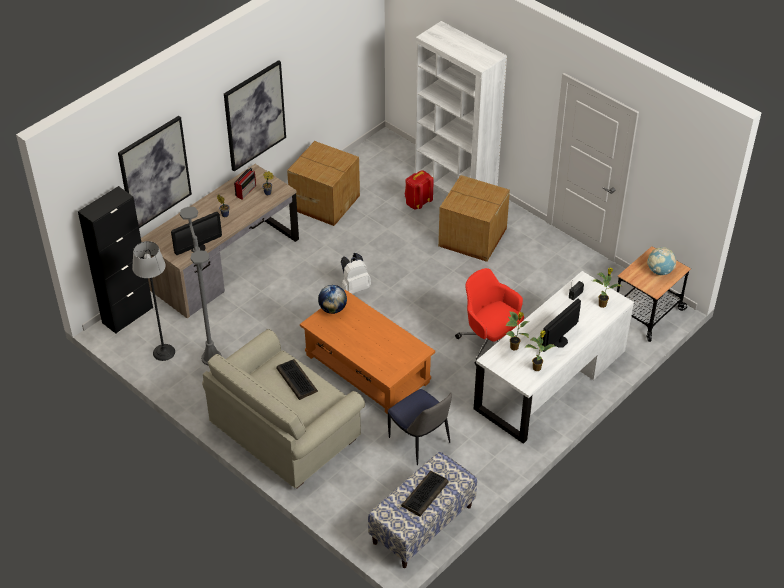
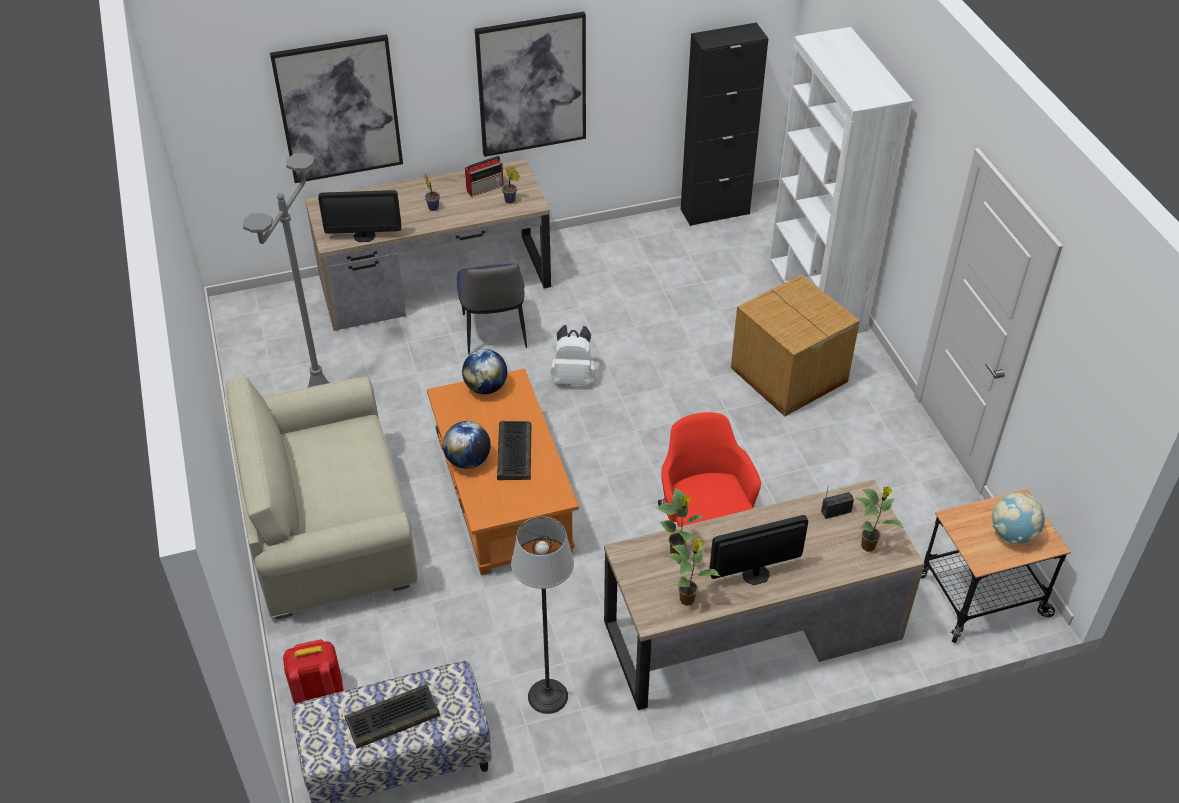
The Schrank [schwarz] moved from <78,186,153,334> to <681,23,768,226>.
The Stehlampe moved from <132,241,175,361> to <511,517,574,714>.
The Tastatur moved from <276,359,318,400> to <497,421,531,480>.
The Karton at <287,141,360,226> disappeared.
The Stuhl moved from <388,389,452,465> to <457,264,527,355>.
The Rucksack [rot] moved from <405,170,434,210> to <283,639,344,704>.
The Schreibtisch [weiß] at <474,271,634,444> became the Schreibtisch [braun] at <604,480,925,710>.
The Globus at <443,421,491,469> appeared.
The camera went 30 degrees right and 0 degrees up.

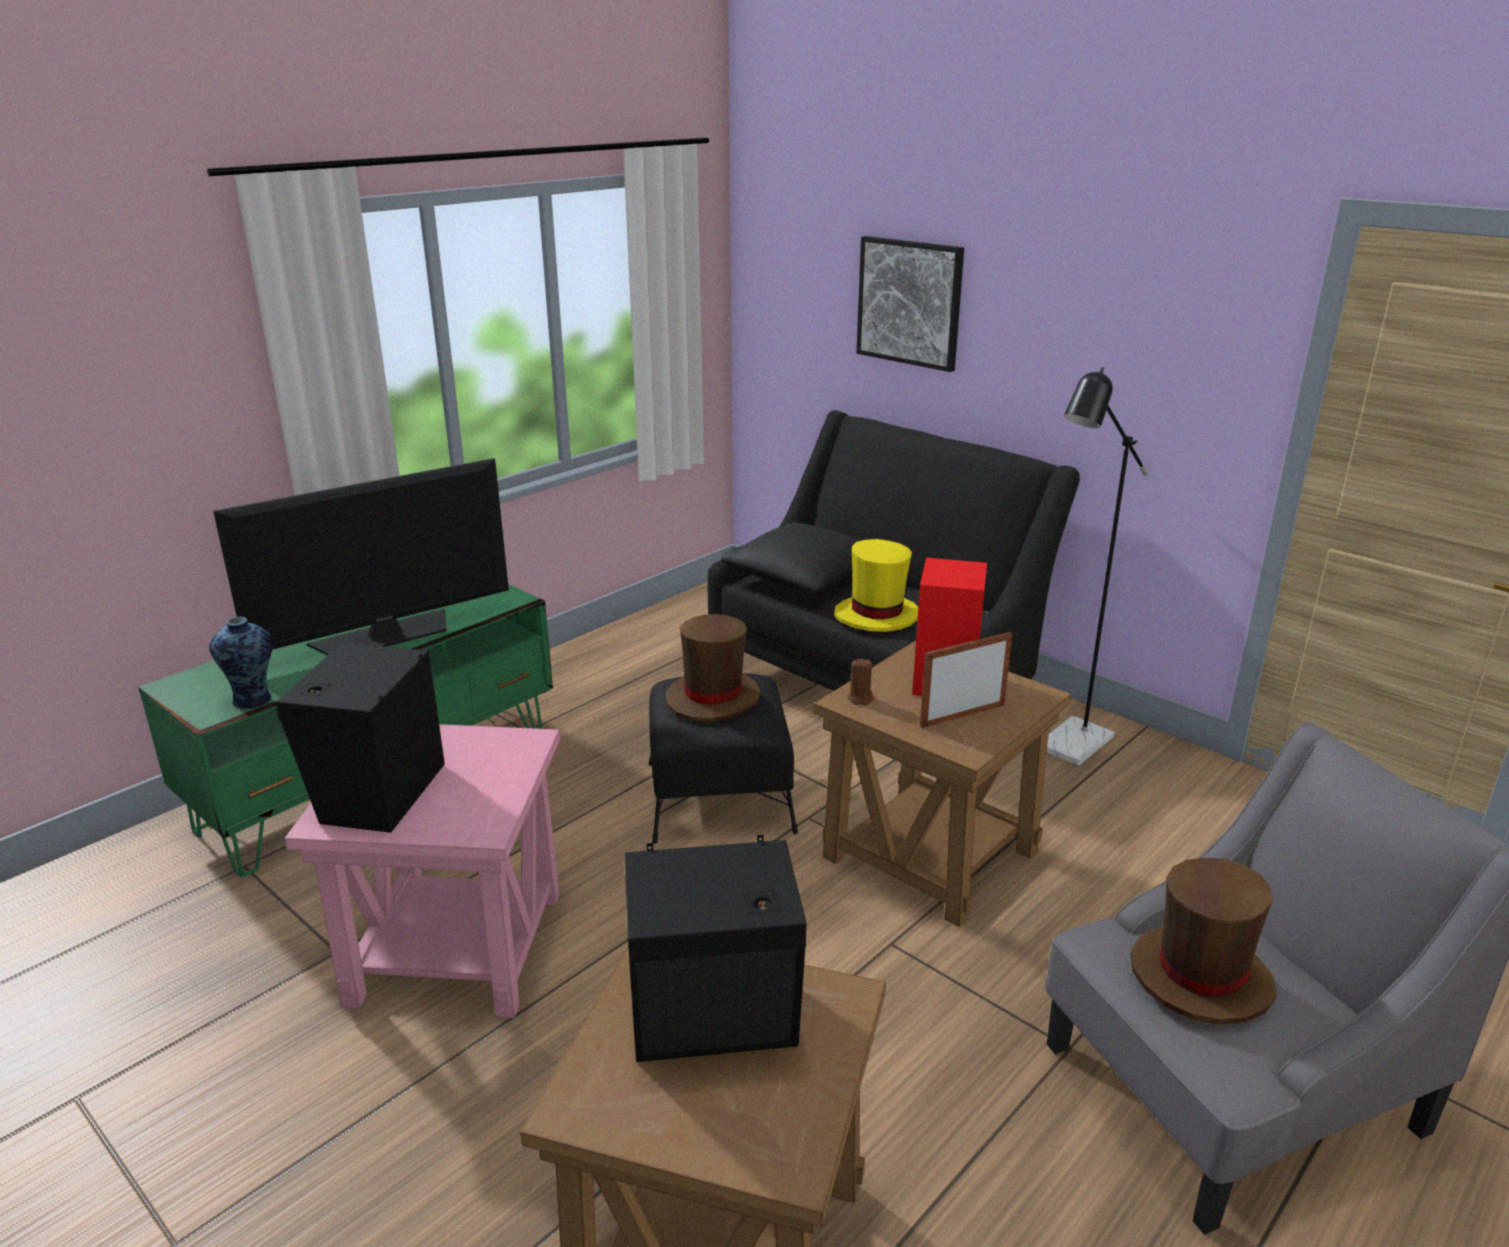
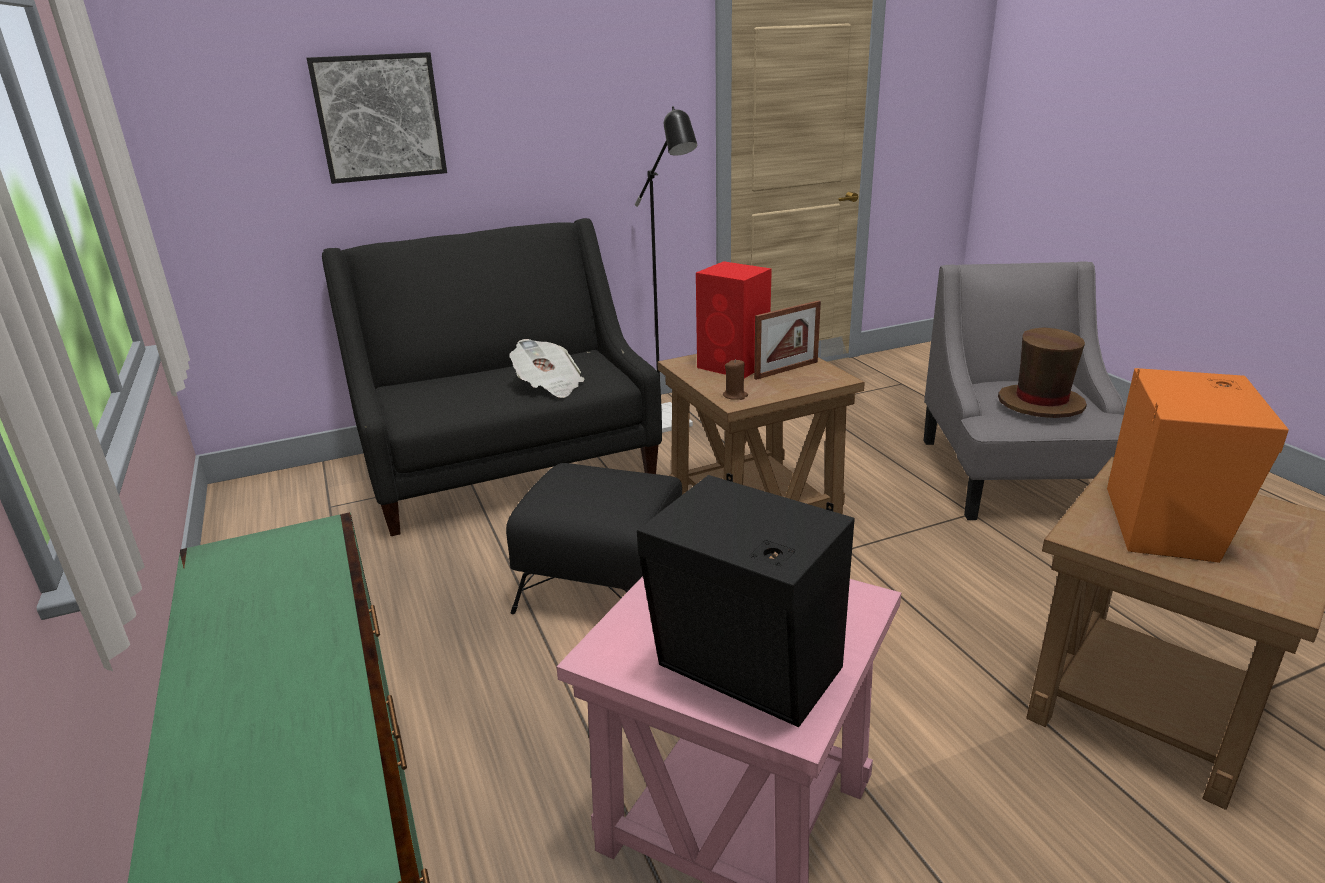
The Vase at <209,617,273,709> disappeared.
The Fernseher at <213,458,509,655> disappeared.
The Lautsprecher [schwarz] at <625,834,807,1062> became the Lautsprecher [orange] at <1107,368,1289,563>.
The Hut [braun] at <666,614,760,723> disappeared.
The Kissen [schwarz] at <721,522,862,593> disappeared.
The Hut [gelb] at <834,539,918,632> was replaced by the Zeitung at <509,339,585,398>.
The Bilderrahmen at <920,632,1012,728> turned 120 degrees counterclockwise.
The camera went 65 degrees left and 0 degrees up.

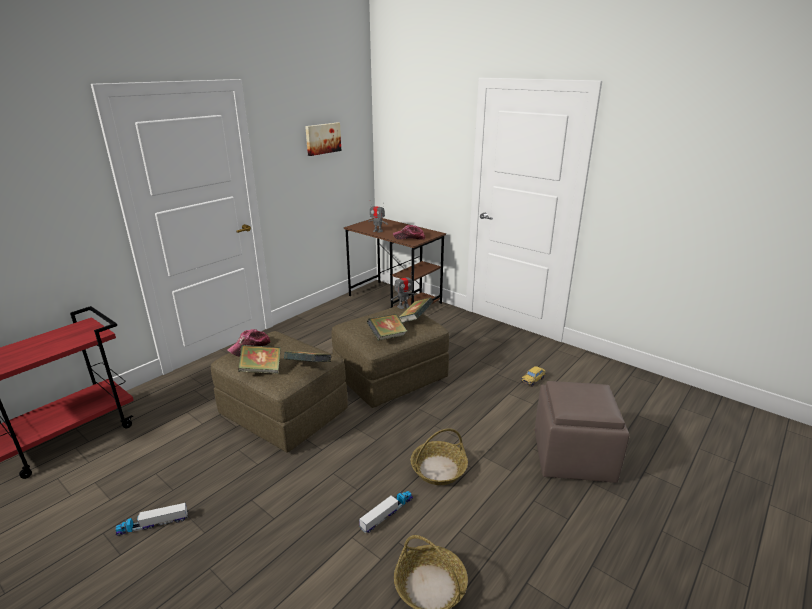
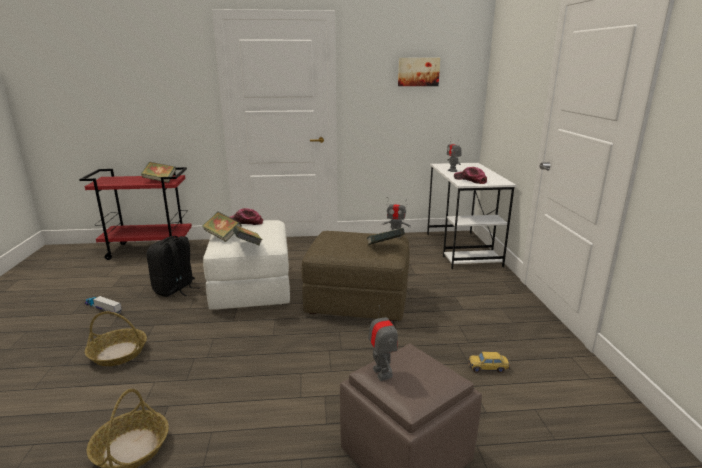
The Polsterhocker [braun] at <211,331,348,453> became the Polsterhocker [weiß] at <203,220,290,310>.
The Schreibtisch [braun] at <344,218,446,308> became the Schreibtisch [weiß] at <427,163,517,269>.
The Spielzeuglaster at <359,491,413,534> disappeared.
The Buch moved from <367,314,407,341> to <141,162,176,183>.
The Korb moved from <411,428,468,485> to <85,311,147,366>.
The Rucksack [schwarz] at <147,236,200,297> appeared.
The Spielzeugroboter at <368,305,398,381> appeared.
The camera went 45 degrees right and 5 degrees down.

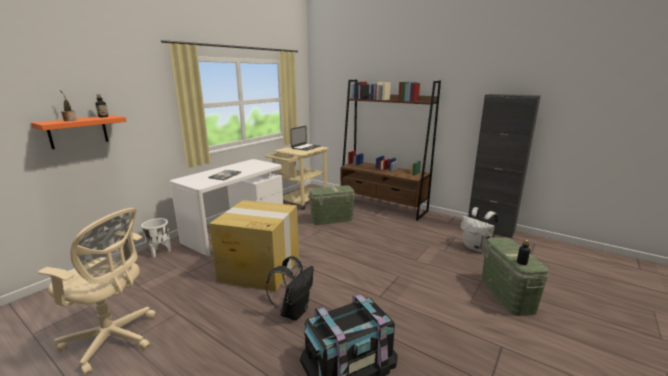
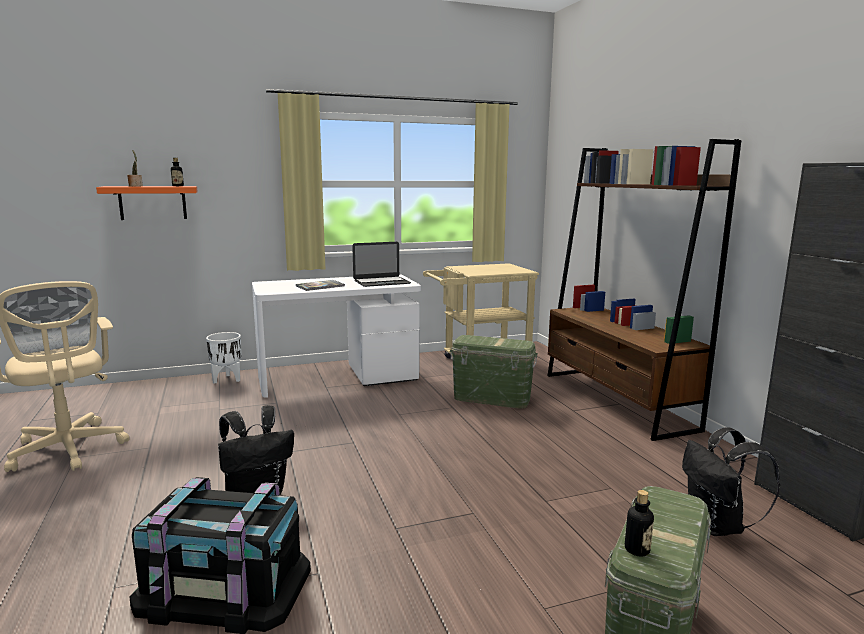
The Karton at <209,200,299,291> disappeared.
The Laptop moved from <290,126,321,151> to <352,242,411,287>.
The Rucksack [weiß] at <460,207,499,252> became the Rucksack [schwarz] at <682,427,780,536>.
The camera went 35 degrees right and 5 degrees down.

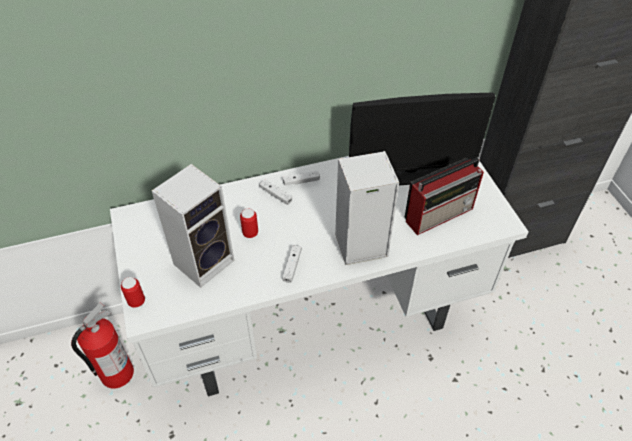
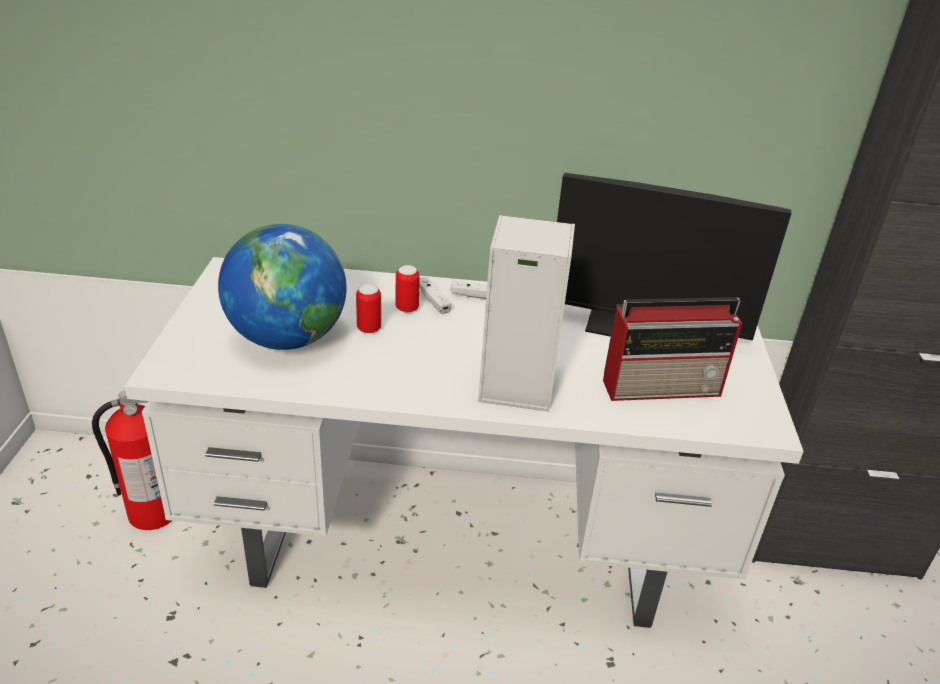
The Dose moved from <121,277,145,308> to <396,265,420,313>.
The Lautsprecher at <151,164,234,288> was replaced by the Globus at <218,224,346,350>.
The Gamepad [weiß] at <282,245,302,283> disappeared.
The camera went 20 degrees right and 15 degrees down.

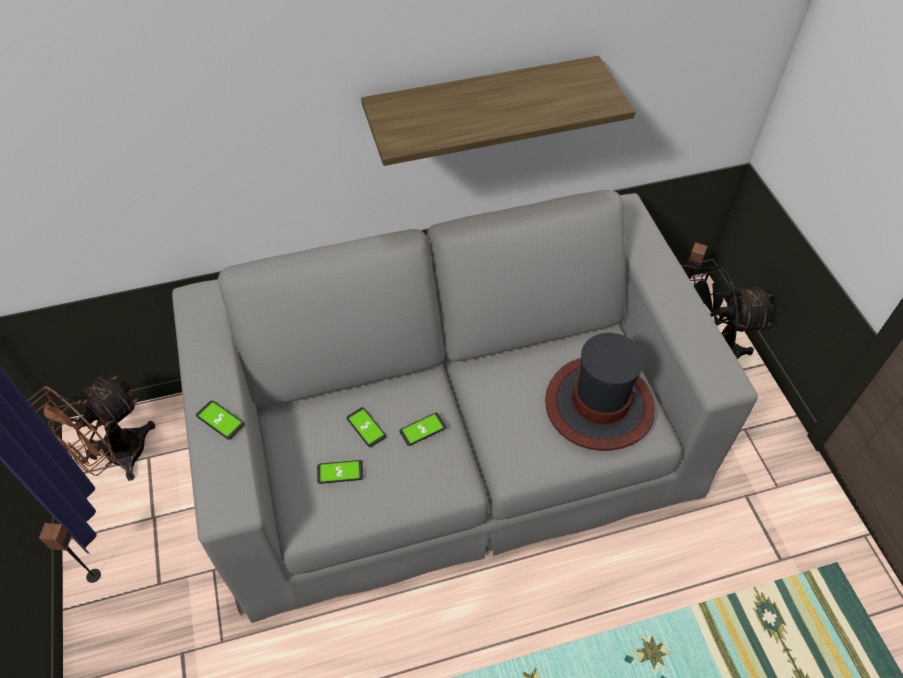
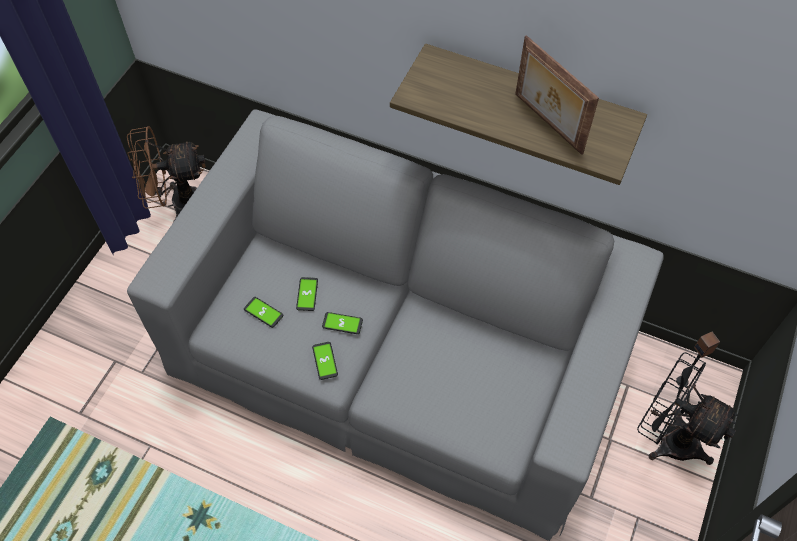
The Lautsprecher at <39,523,101,583> disappeared.
The Handy moved from <196,400,245,440> to <312,342,338,380>.
The Hut at <545,333,655,451> disappeared.
The Bilderrahmen at <515,35,599,155> appeared.
The camera went 40 degrees right and 5 degrees up.

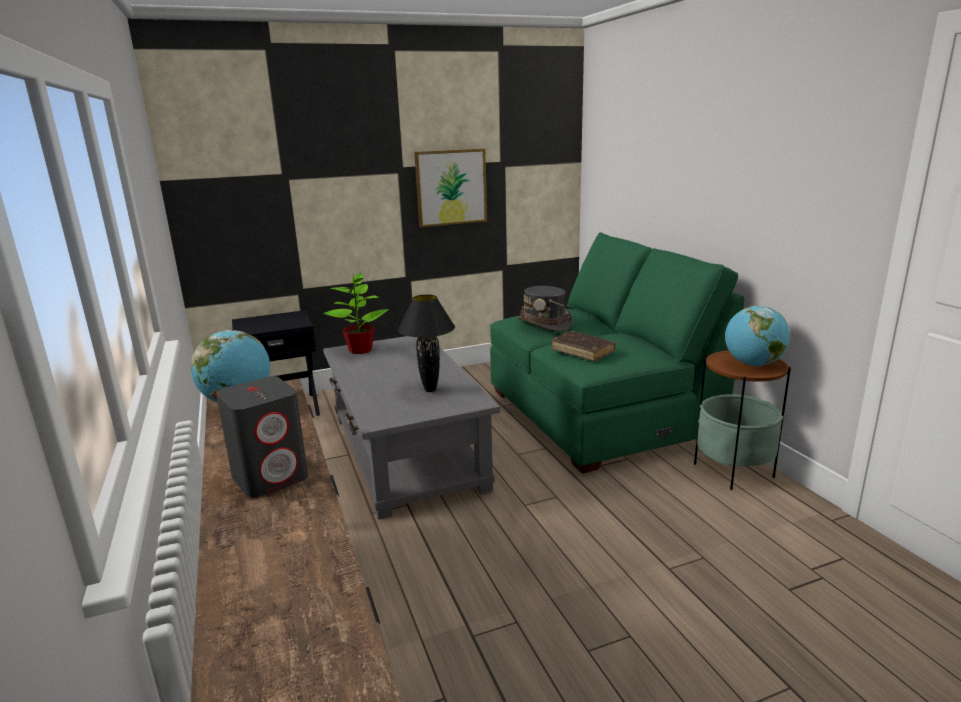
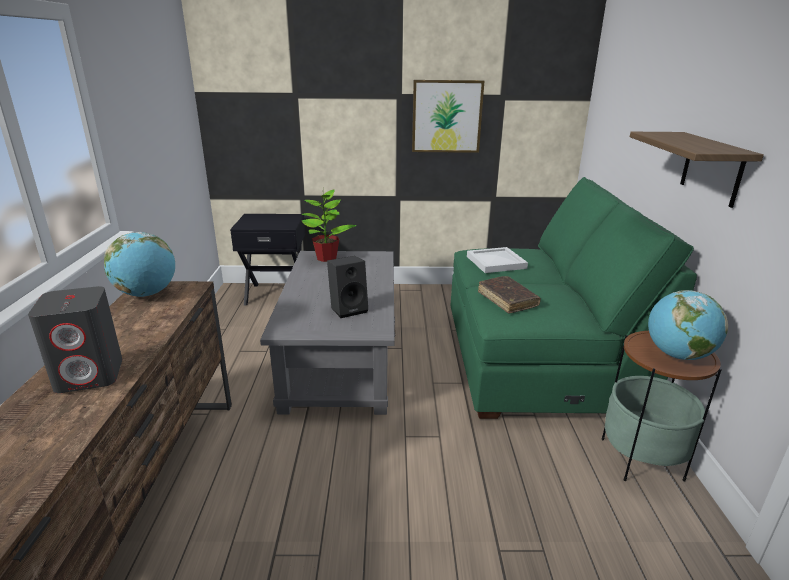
The Tischlampe [schwarz] at <398,295,455,392> was replaced by the Lautsprecher [schwarz] at <327,256,368,318>.
The Hut [grau] at <517,286,573,332> was replaced by the Tablett [weiß] at <467,247,528,273>.
The Wandregal at <630,132,764,208> appeared.
The camera went 20 degrees right and 5 degrees up.

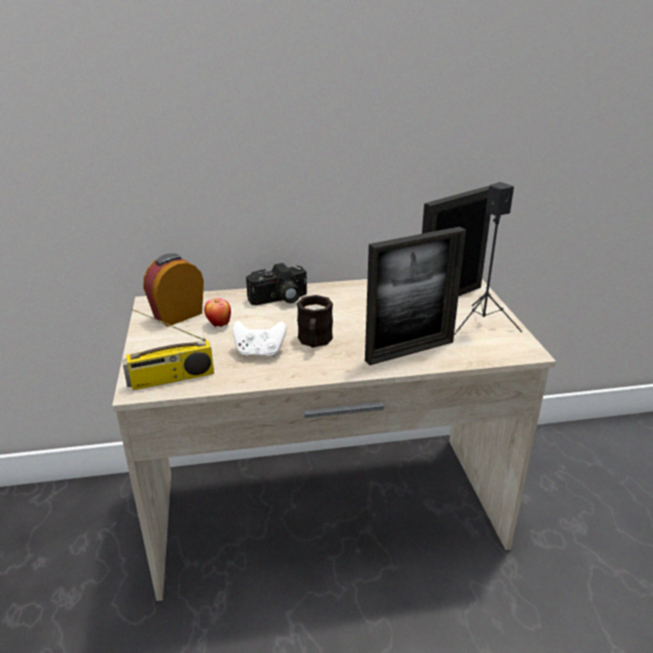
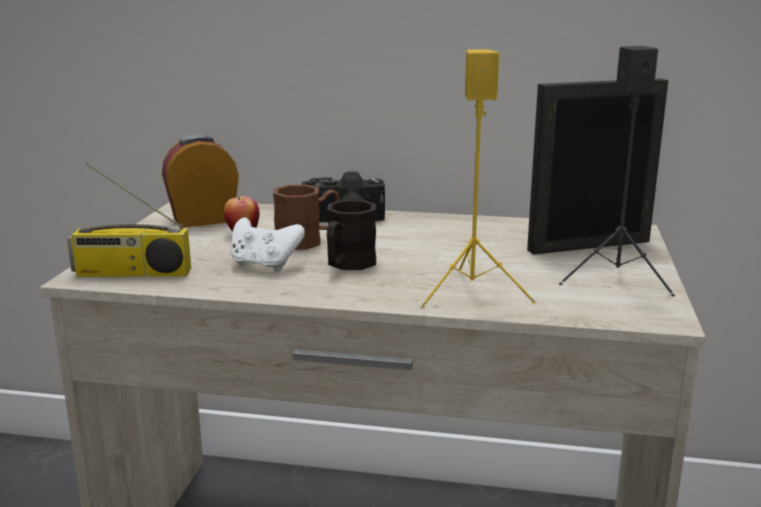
The Bilderrahmen at <365,227,466,365> was replaced by the Lautsprecher [gelb] at <421,49,536,308>.
The Henkelbecher [braun] at <273,185,340,250> appeared.
The camera went 20 degrees right and 10 degrees down.

